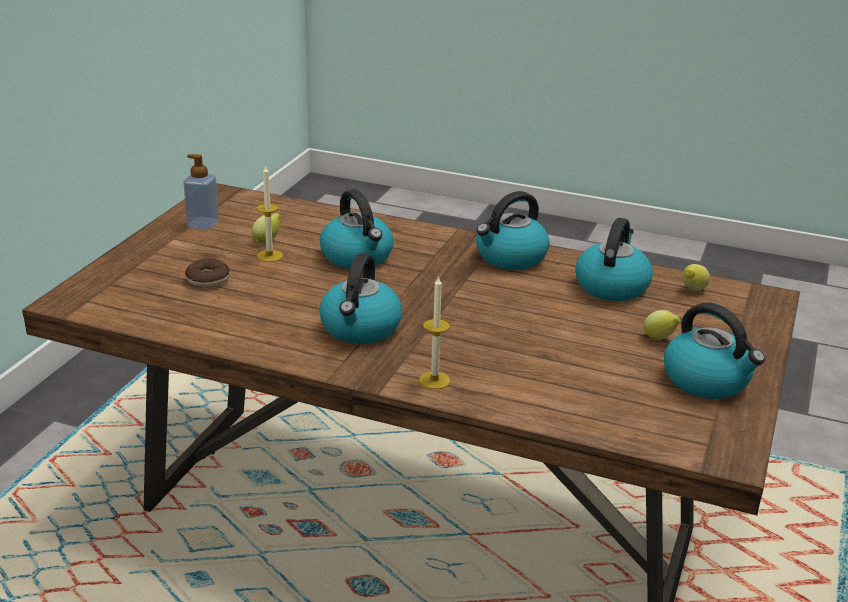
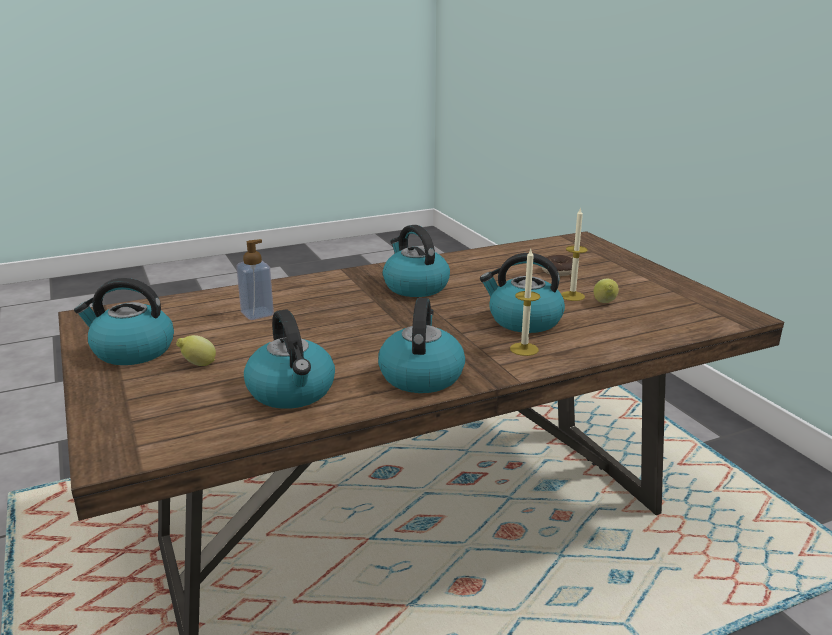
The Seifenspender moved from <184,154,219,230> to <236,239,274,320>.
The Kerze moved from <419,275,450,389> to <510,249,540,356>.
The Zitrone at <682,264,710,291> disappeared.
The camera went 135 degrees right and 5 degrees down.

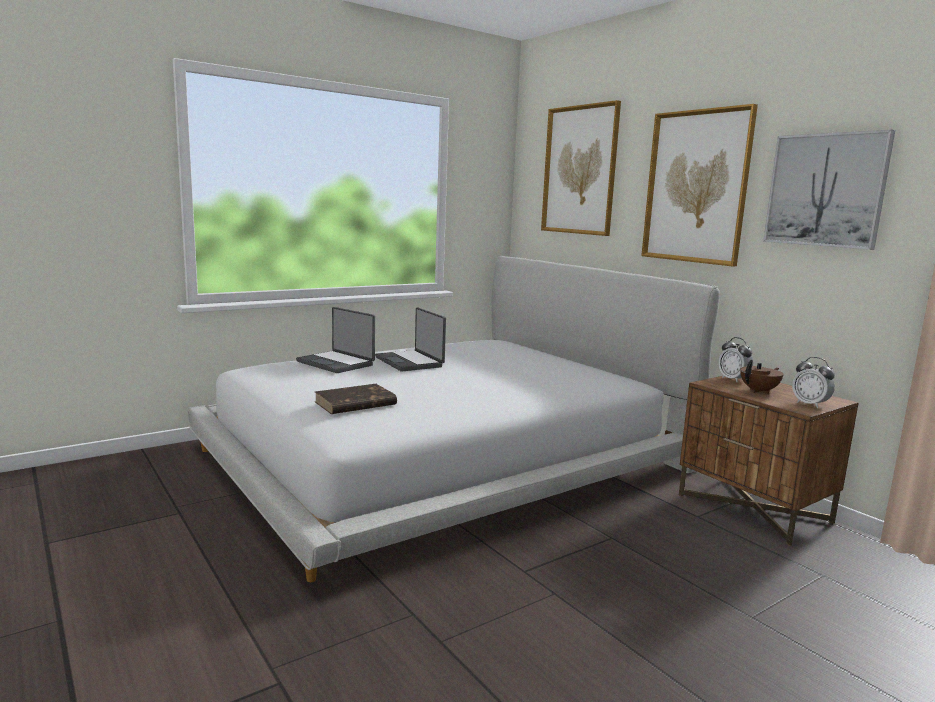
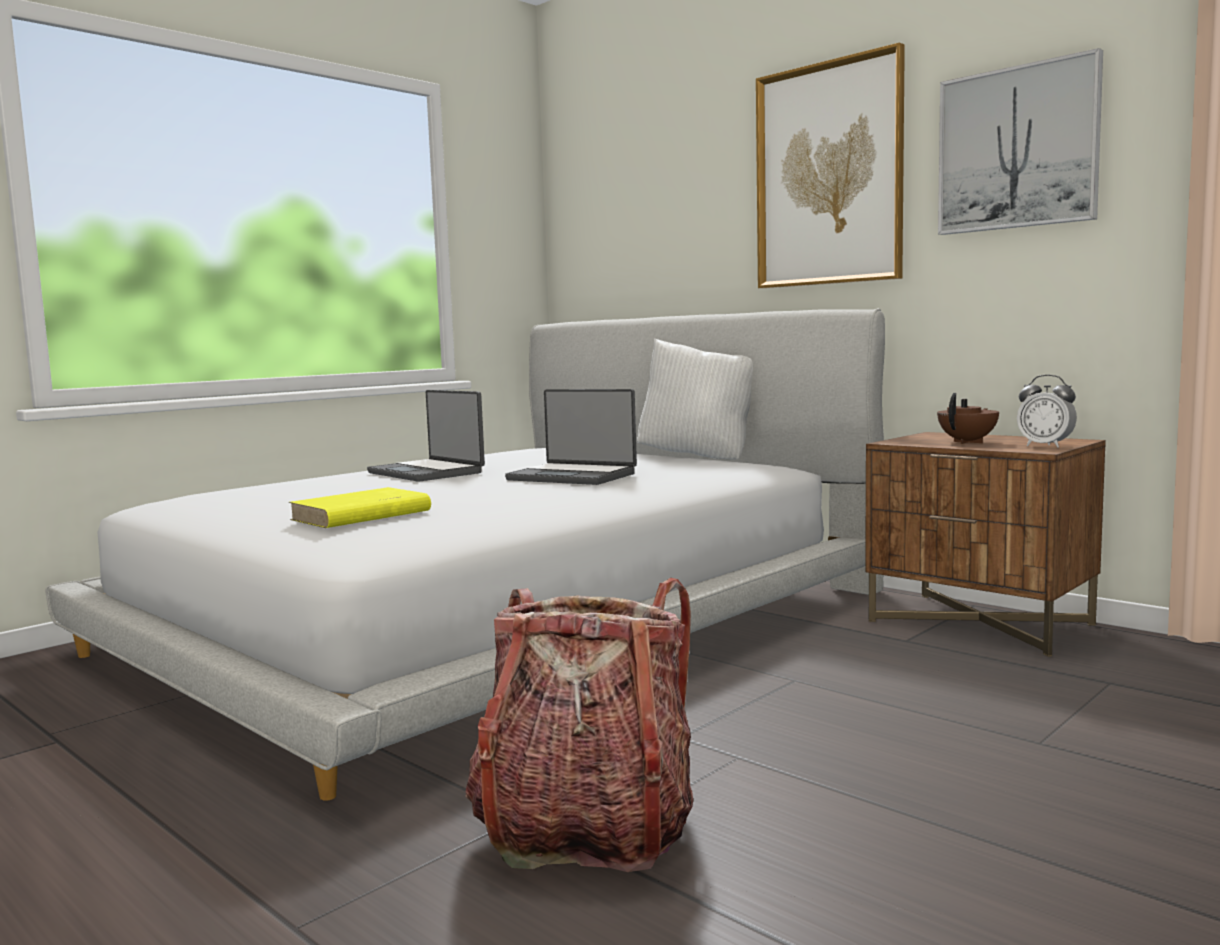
The Laptop moved from <296,307,375,373> to <505,389,637,485>.
The Buch [braun] at <315,384,397,414> became the Buch [gelb] at <289,487,431,528>.
The Bild at <541,100,621,236> disappeared.
The Wecker at <718,337,753,382> disappeared.
The Rucksack at <466,578,693,872> appeared.
The Kissen [weiß] at <637,338,753,460> appeared.
The camera went 10 degrees left and 5 degrees down.

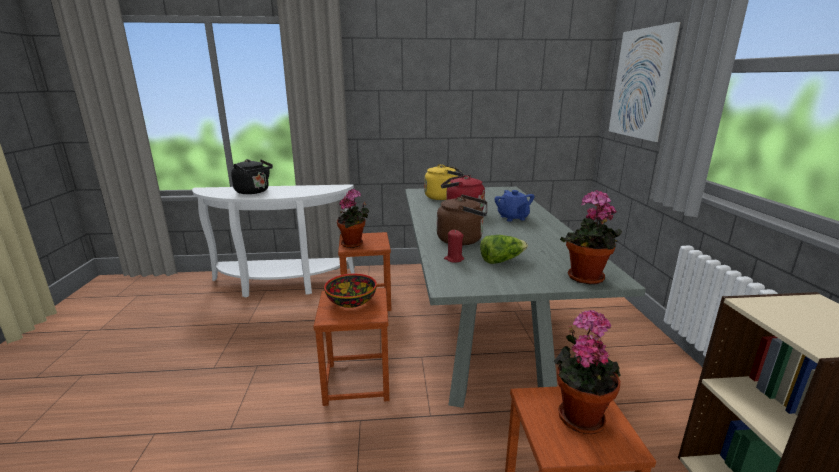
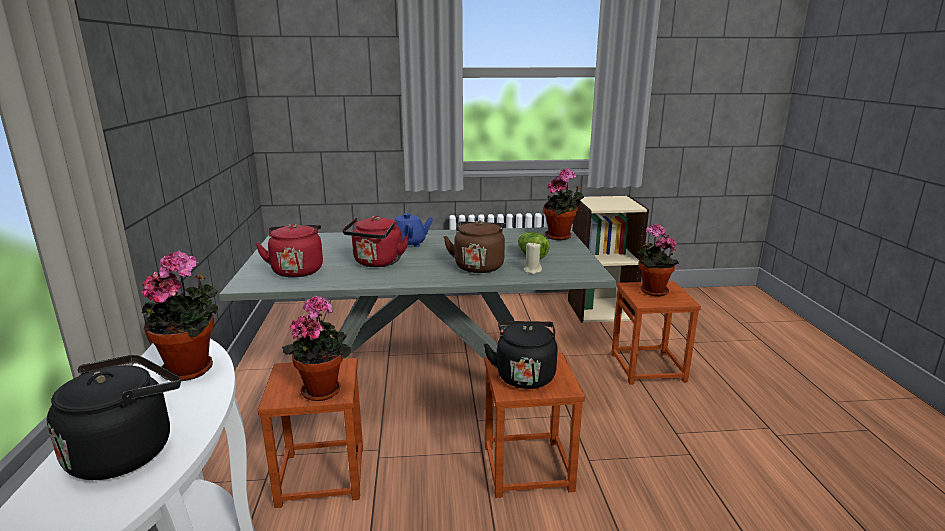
The Schüssel at <324,274,377,308> was replaced by the Wasserkessel [schwarz] at <484,321,557,389>.
The Wasserkessel [gelb] at <424,164,464,200> became the Wasserkessel [rot] at <255,224,323,278>.
The Kerze [rot] at <444,230,464,263> became the Kerze [beige] at <524,243,542,274>.
The Bild at <609,22,681,142> disappeared.
The Topfpflanze at <141,250,218,381> appeared.
The camera went 90 degrees left and 0 degrees up.

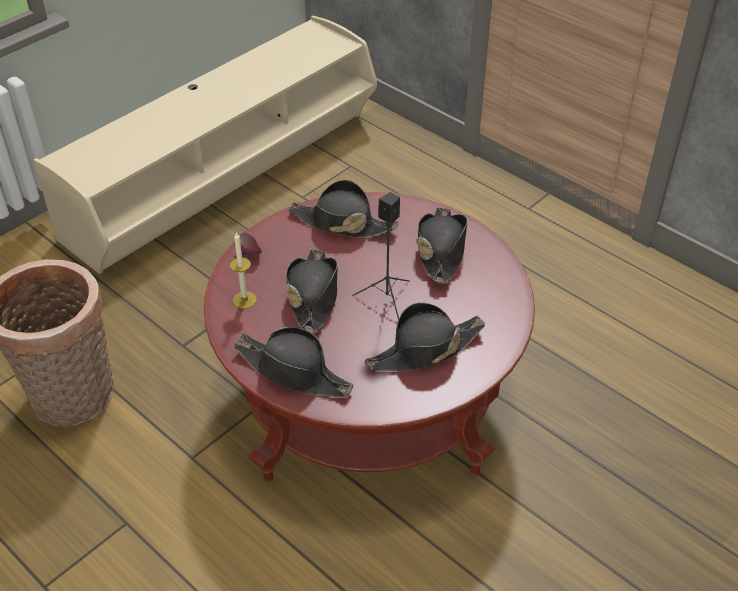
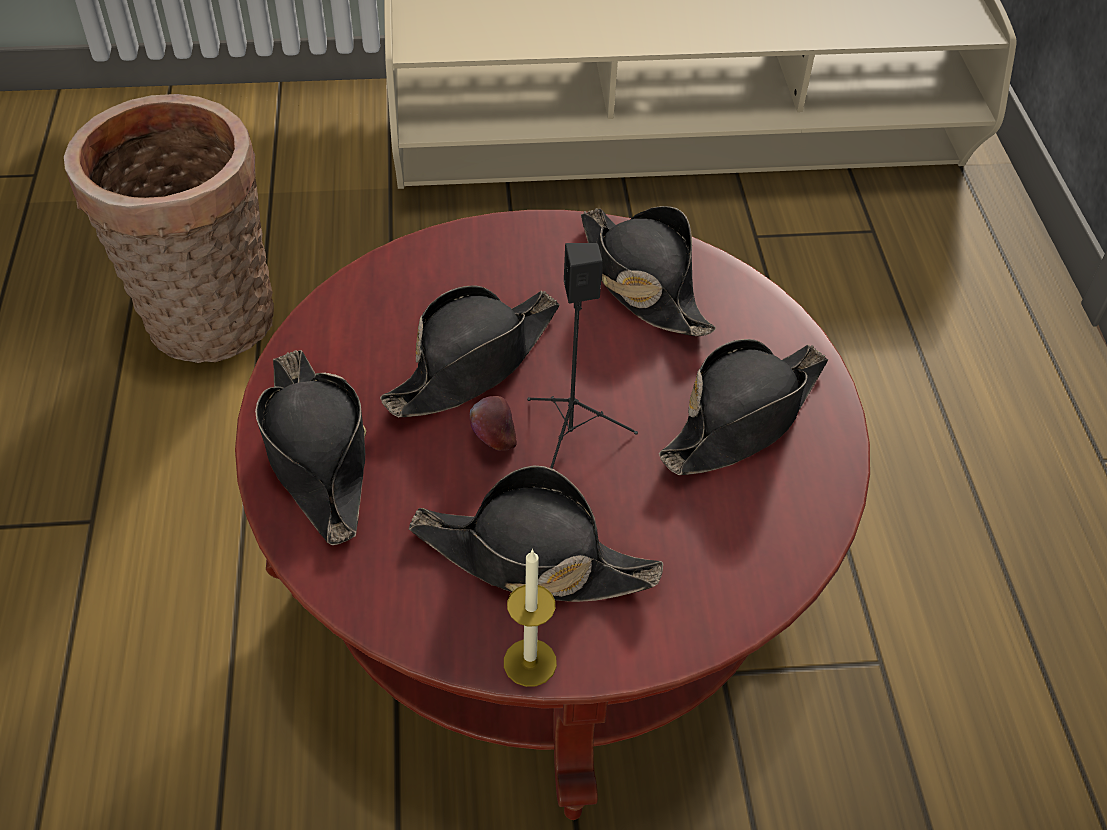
The Kerze moved from <230,232,257,309> to <504,549,557,687>.
The Apfel moved from <239,233,262,255> to <470,396,517,451>.
The camera went 40 degrees right and 5 degrees up.

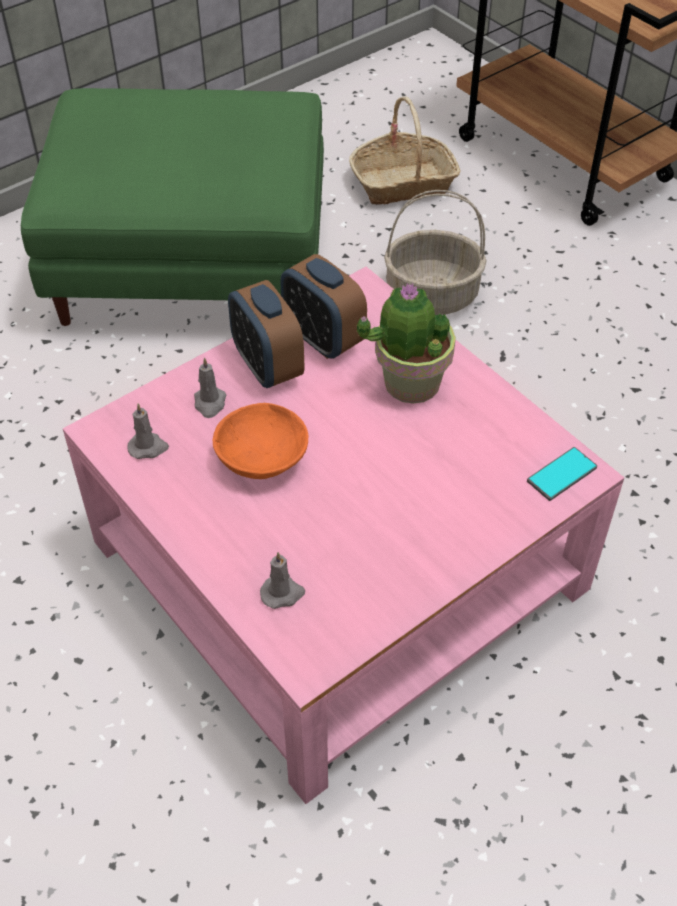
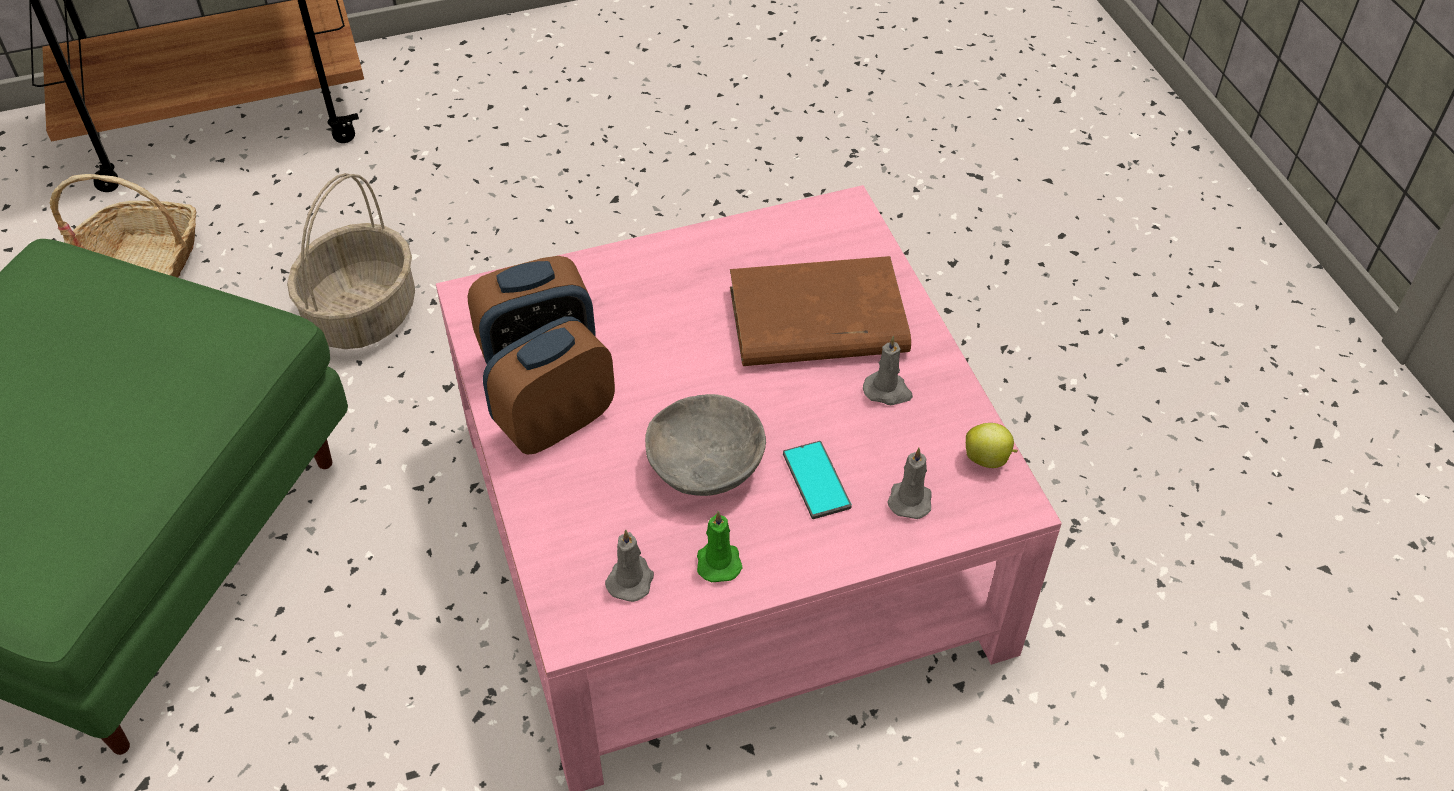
The Kerze [grau] moved from <194,357,226,418> to <863,336,913,405>.
The Schüssel [orange] at <212,403,308,479> became the Schüssel [grau] at <645,394,766,496>.
The Wecker at <228,280,304,388> turned 150 degrees clockwise.
The Topfpflanze at <357,283,456,404> disappeared.
The Handy moved from <527,447,597,501> to <783,441,852,519>.
The Kerze [grün] at <697,511,743,582> appeared.
The Buch [braun] at <730,256,911,366> appeared.
The Apfel at <966,423,1018,468> appeared.
The camera went 70 degrees left and 0 degrees up.

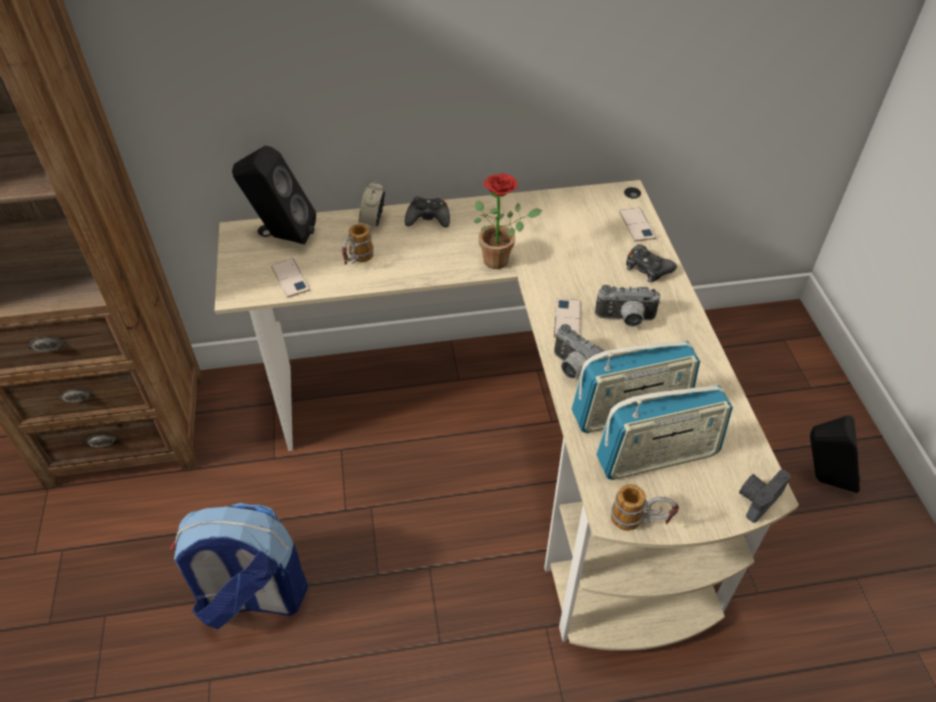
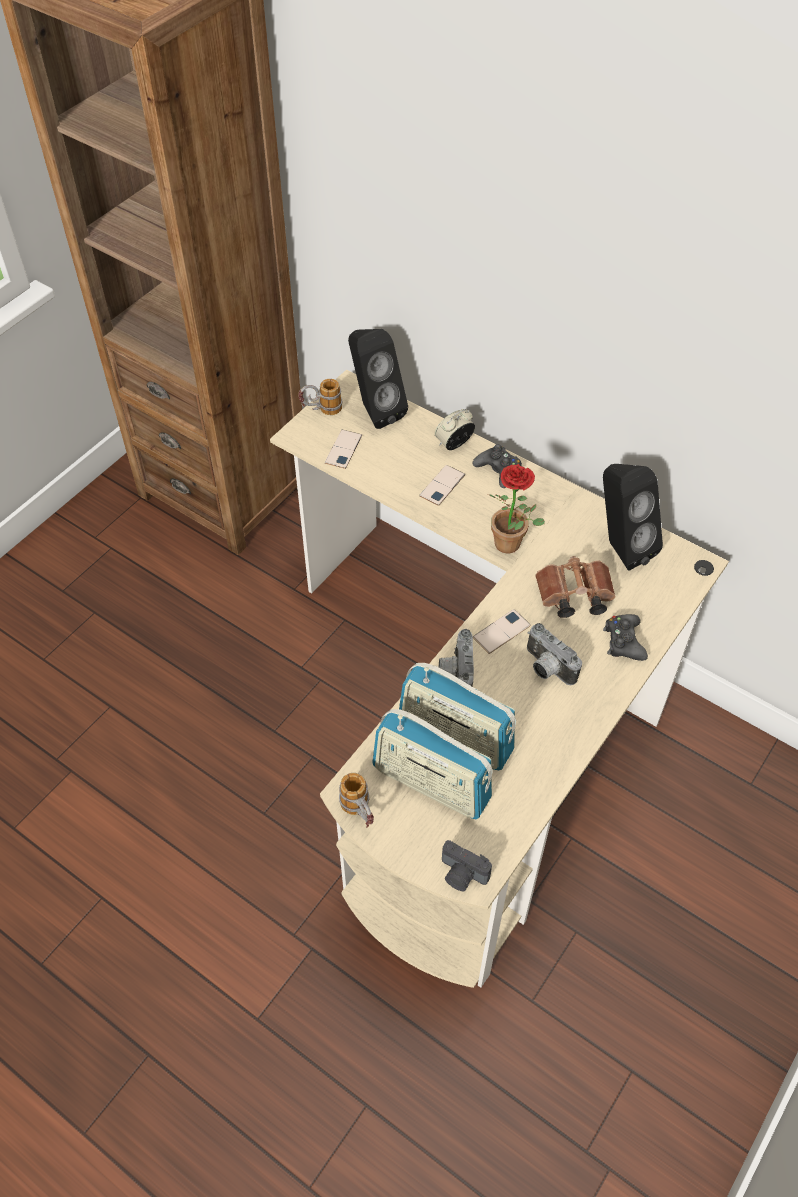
The Rucksack at <170,503,308,629> disappeared.
The Henkelbecher moved from <341,224,374,265> to <298,379,342,415>.
The Handy moved from <619,208,656,242> to <419,465,465,506>.
The Kamera at <739,470,791,523> turned 150 degrees counterclockwise.
The Lautsprecher [schwarz] moved from <810,415,861,493> to <603,464,663,571>.
The Fernglas [braun] at <535,556,615,618> appeared.
The camera went 45 degrees right and 5 degrees up.

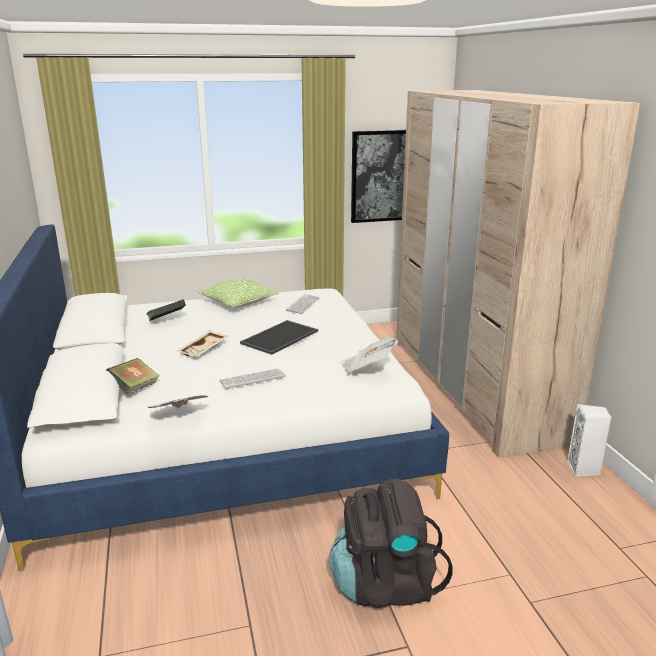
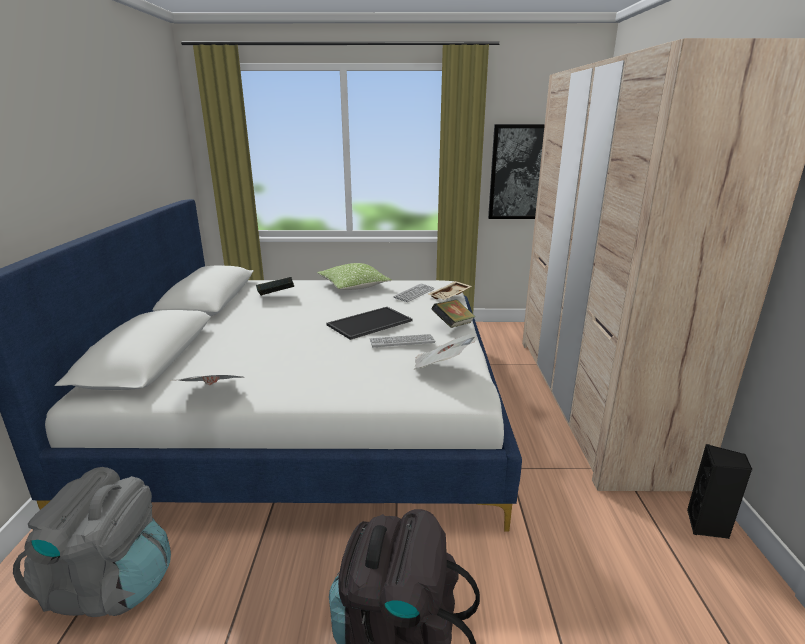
The Buch moved from <106,358,160,394> to <431,299,476,328>.
The Tablett [beige] moved from <178,331,228,357> to <428,281,472,300>.
The Tastatur moved from <219,368,286,389> to <370,334,435,348>.
The Lautsprecher [weiß] at <567,404,612,477> became the Lautsprecher [schwarz] at <687,444,752,539>.
The Rucksack [grau] at <13,467,171,617> appeared.
The camera went 15 degrees right and 0 degrees up.

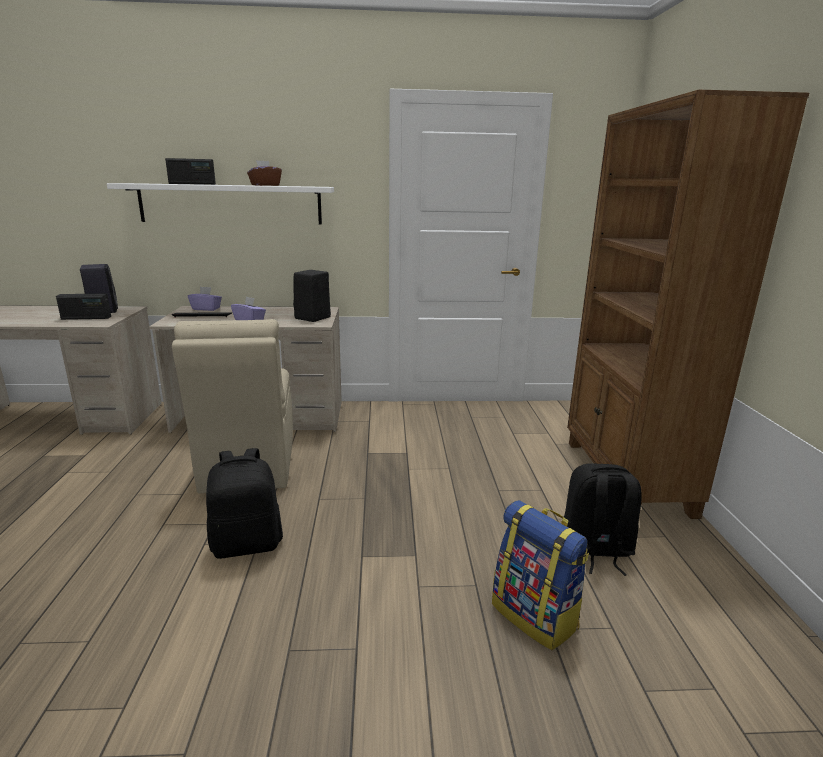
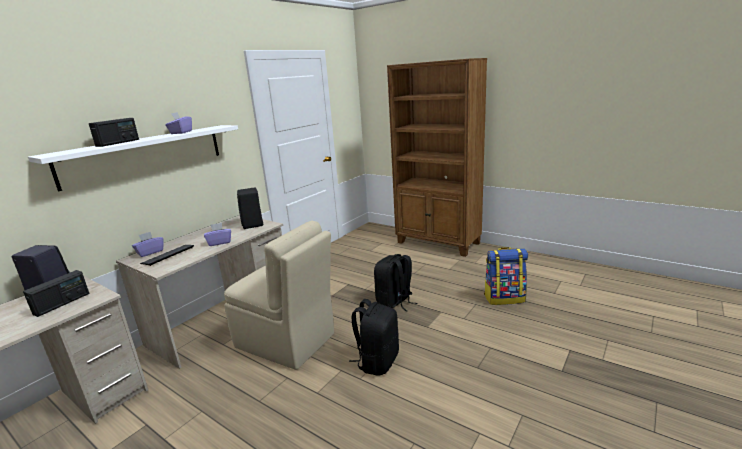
The Taschentuchbox [braun] at <247,160,282,186> became the Taschentuchbox [lila] at <165,112,192,134>.
The Rucksack [schwarz] moved from <564,463,642,576> to <374,254,418,312>.
The camera went 50 degrees left and 0 degrees up.

